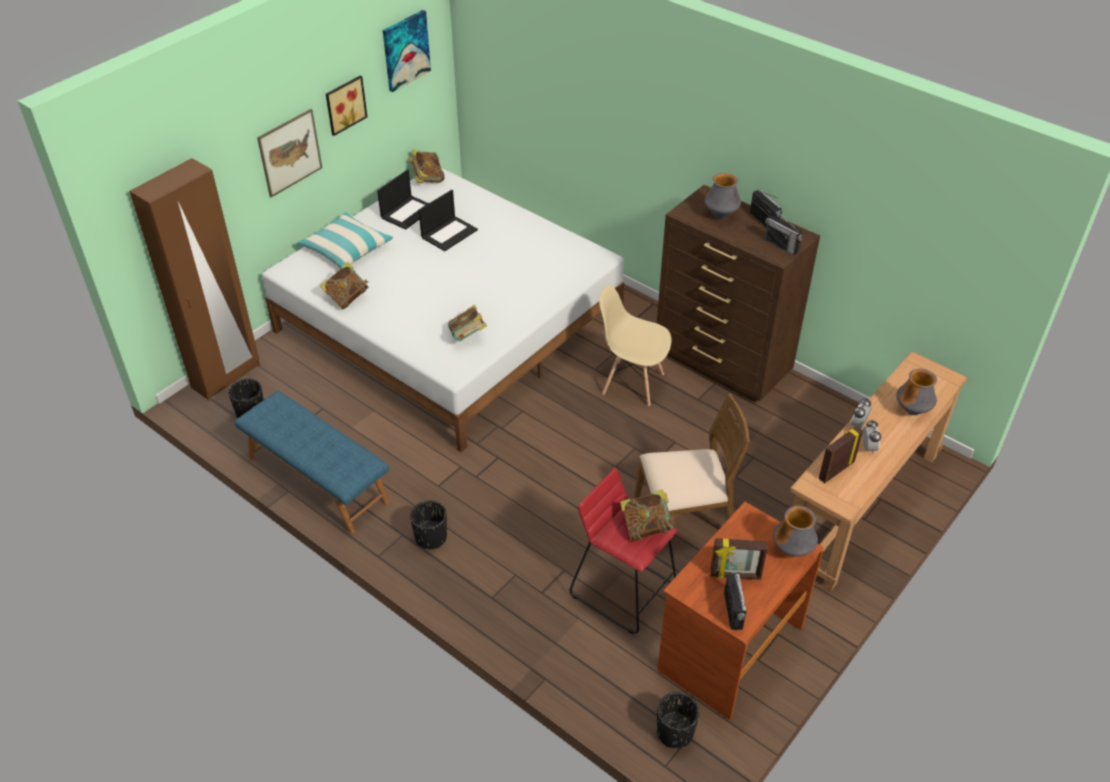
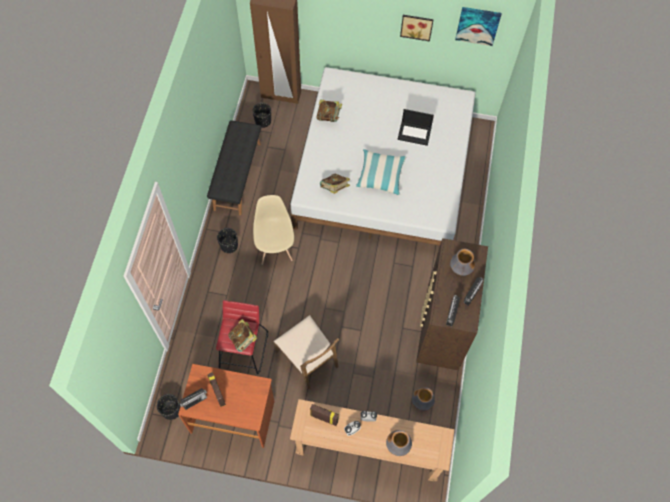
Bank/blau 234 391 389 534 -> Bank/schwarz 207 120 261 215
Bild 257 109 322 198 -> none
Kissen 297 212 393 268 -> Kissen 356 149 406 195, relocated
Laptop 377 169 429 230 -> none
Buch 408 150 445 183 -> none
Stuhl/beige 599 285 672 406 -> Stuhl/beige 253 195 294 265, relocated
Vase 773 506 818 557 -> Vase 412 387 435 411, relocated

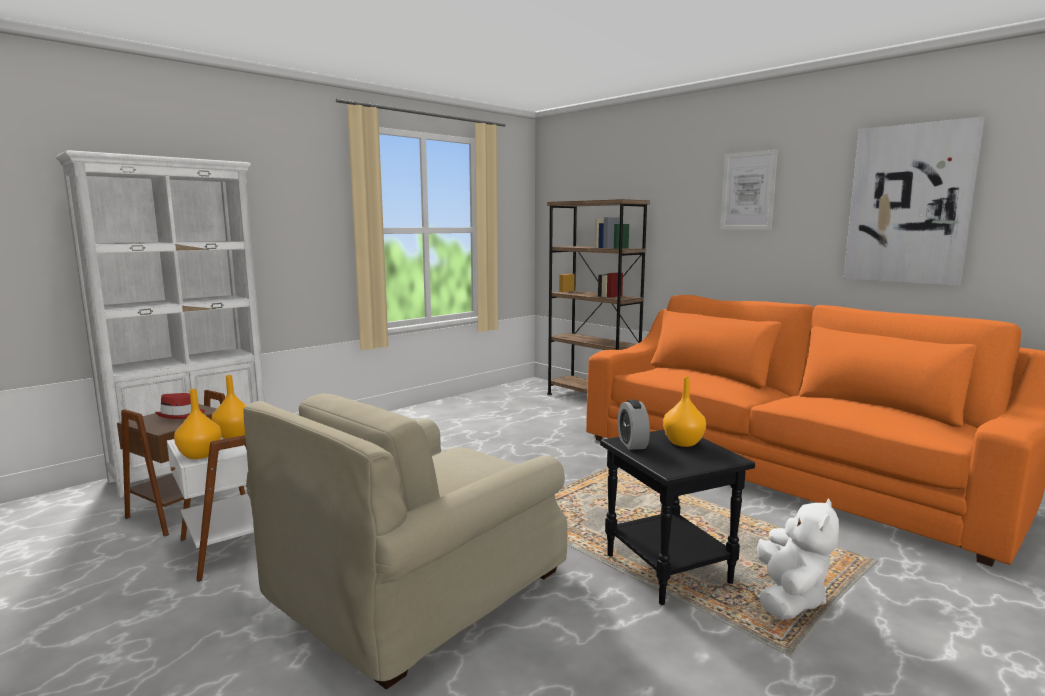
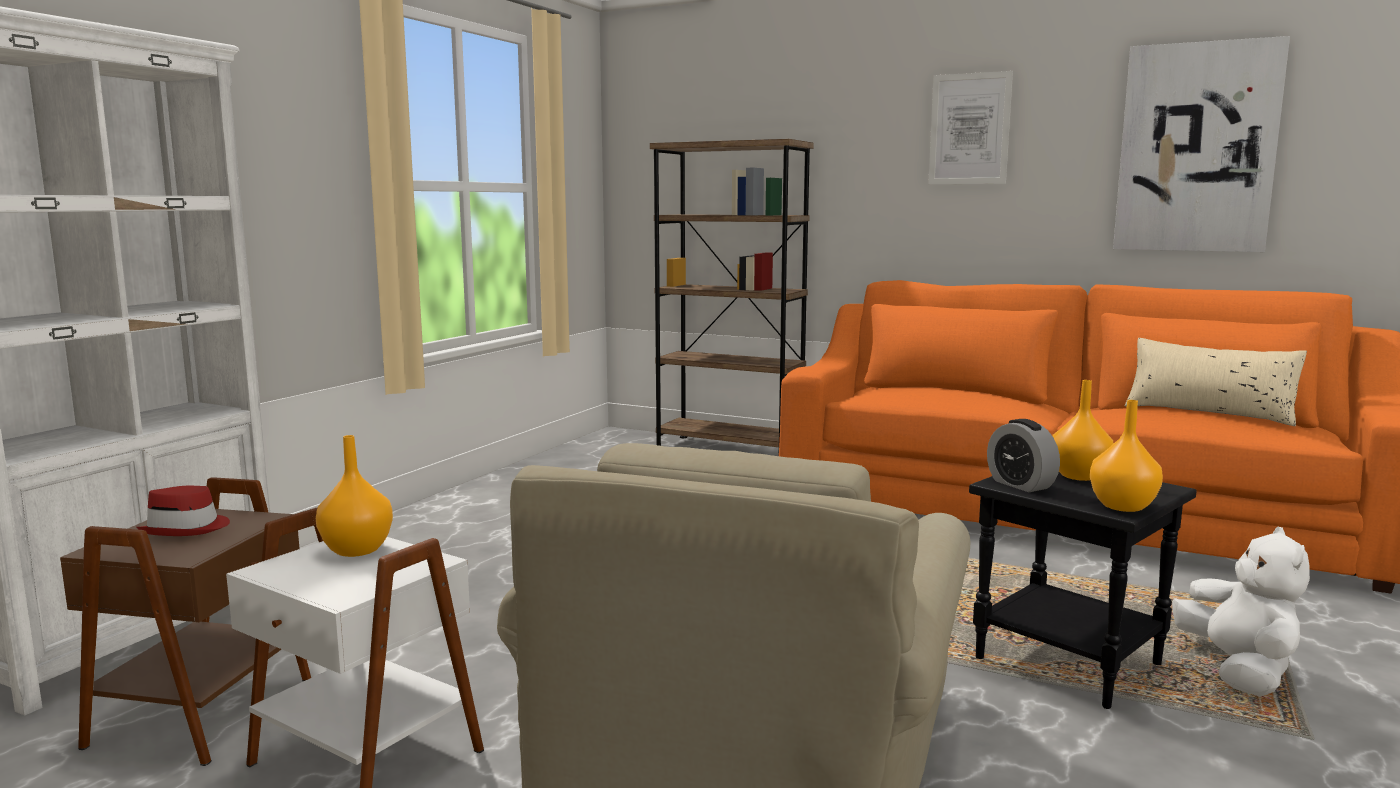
Vase/orange 174 389 222 459 -> Vase/orange 1090 400 1163 512, relocated
none -> Kissen/beige 1124 338 1307 426

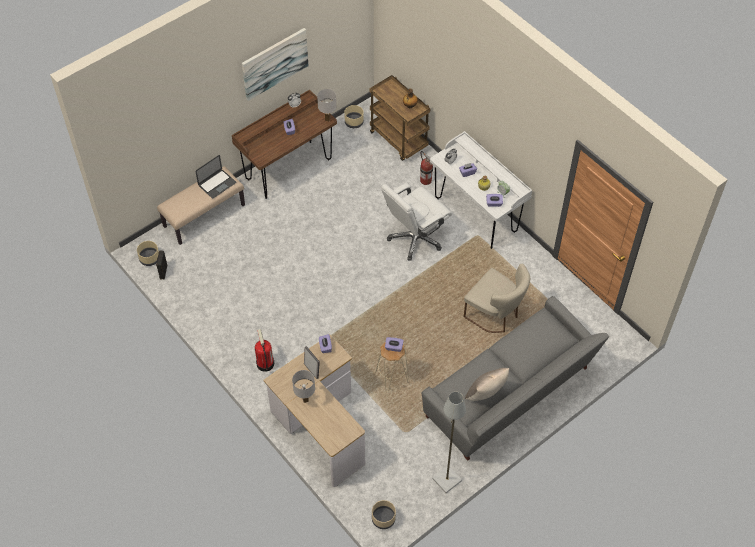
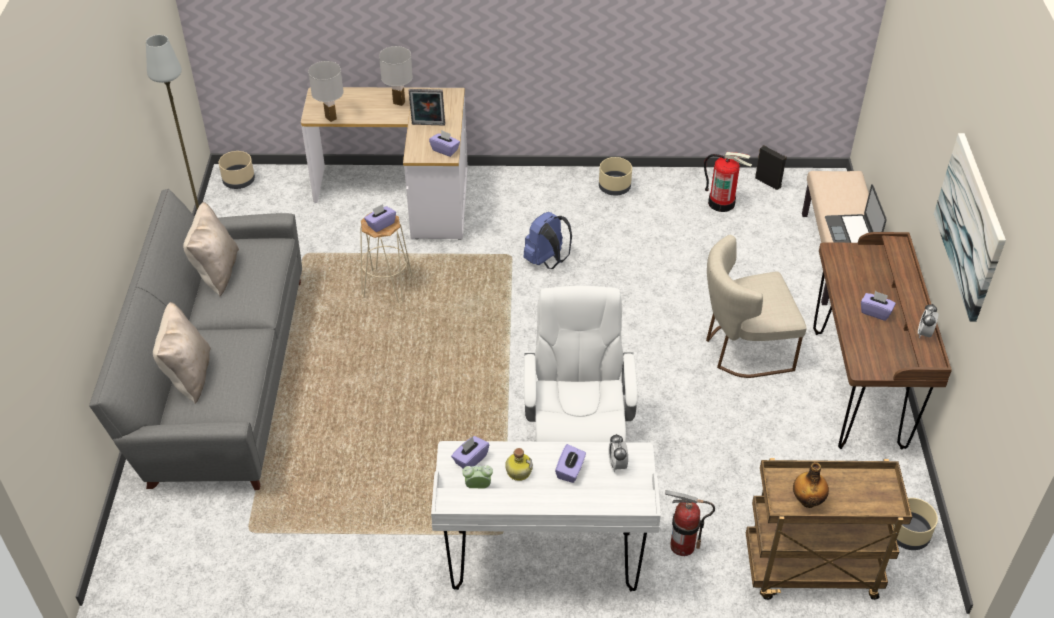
Pflanzkübel/beige 137 241 159 266 -> Pflanzkübel/beige 599 157 632 196, relocated
Feuerlöscher 255 329 274 372 -> Feuerlöscher 704 152 752 212, relocated
Tischlampe/weiß 317 89 337 121 -> Tischlampe/weiß 308 61 344 122, relocated
Stuhl/beige 464 263 530 333 -> Stuhl/beige 706 235 807 378, relocated
none -> Kissen/beige 153 302 211 404
none -> Rucksack/blau 523 212 572 269

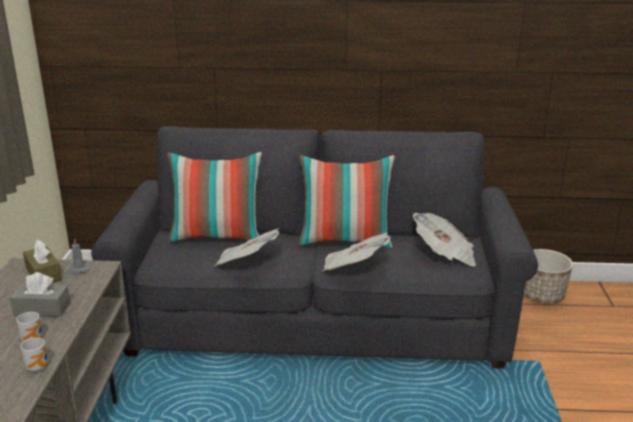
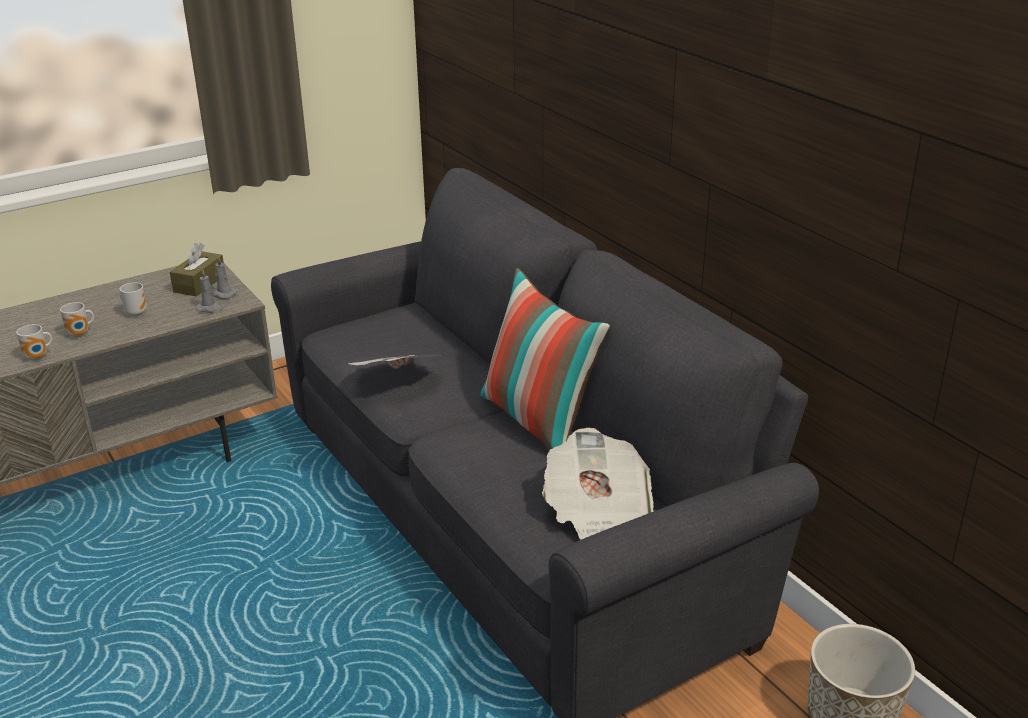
Taschentuchbox/grau 10 272 70 317 -> Henkelbecher 120 282 147 316
Kissen 167 152 262 242 -> none
Zeitung 322 233 390 271 -> none
none -> Kerze/grau 196 270 223 313

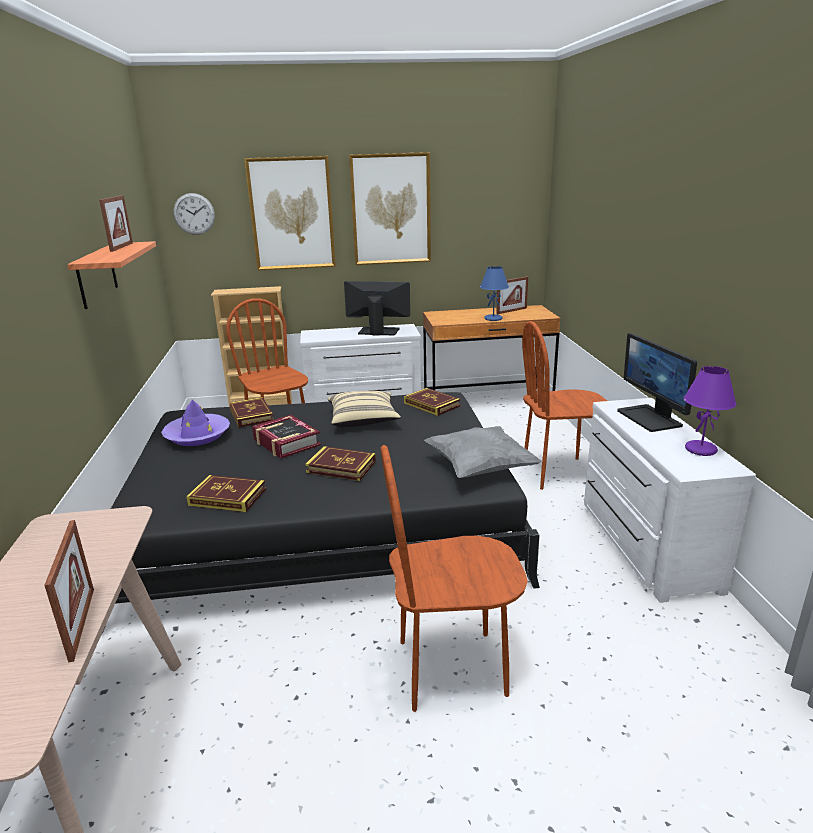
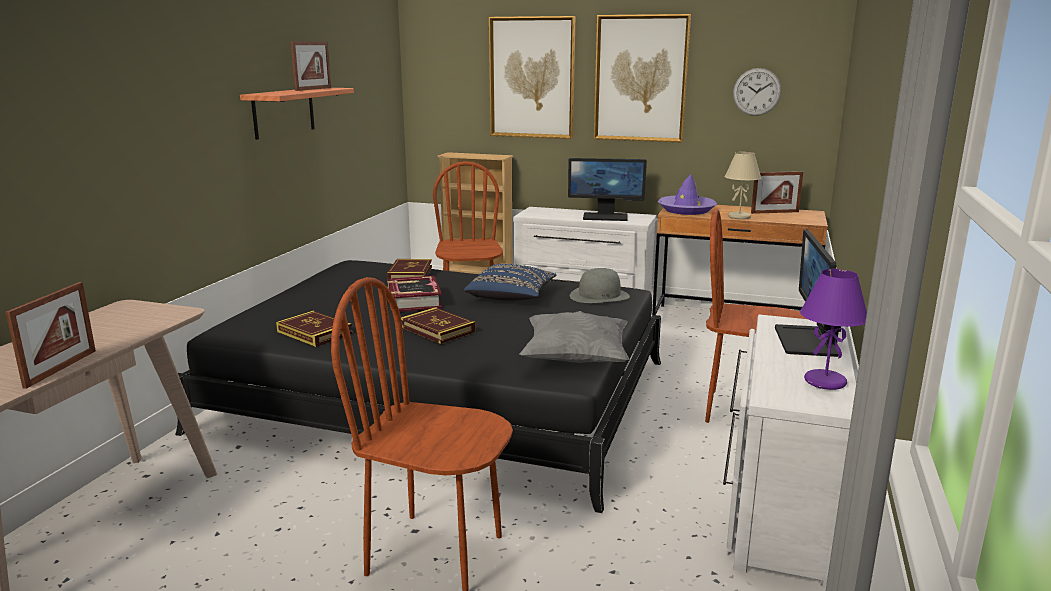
Hut/lila 161 399 230 446 -> Hut/lila 658 174 717 215, relocated
Wanduhr 173 193 215 235 -> Wanduhr 733 68 781 116, relocated
Kissen/beige 328 391 401 428 -> Kissen/blau 464 264 557 301
Monitor 344 281 410 336 -> Monitor 568 158 647 221, 150 degrees clockwise
Buch 404 388 460 416 -> Hut/grau 570 268 630 303
Tischlampe/blau 480 266 509 321 -> Tischlampe/beige 725 152 761 219

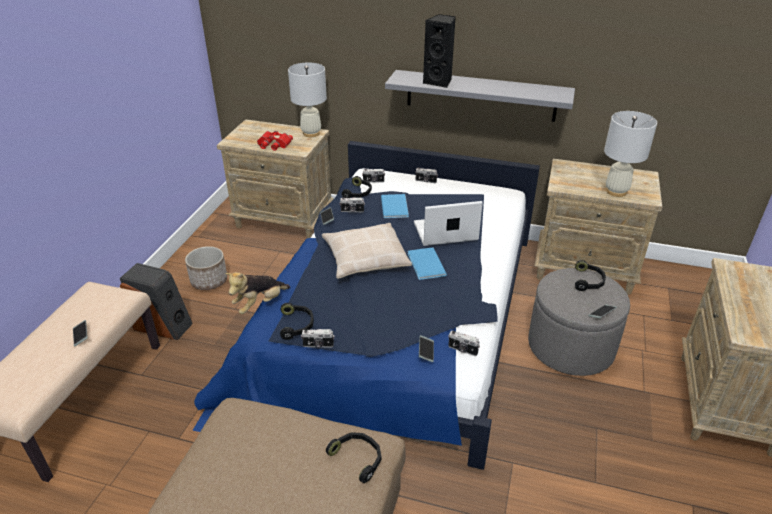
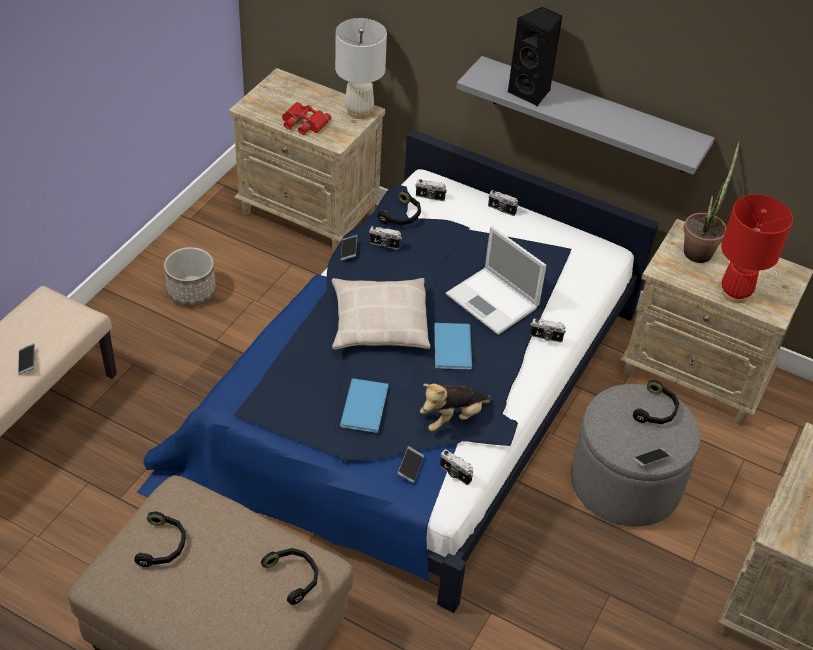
Lautsprecher 120 263 193 340 -> none
Plüschtier 225 272 290 314 -> Plüschtier 420 384 493 431, relocated
Kopfhörer/schwarz 280 303 314 340 -> Kopfhörer/schwarz 134 511 186 567, relocated
Kamera 301 329 334 348 -> Kamera 530 318 566 343, relocated
Buch/blau 381 194 409 218 -> Buch/blau 340 379 388 433, relocated
Laptop 414 201 483 246 -> Laptop 446 226 546 335, 135 degrees counterclockwise
Tischlampe/weiß 604 111 657 197 -> Tischlampe/rot 721 194 793 303
none -> Topfpflanze 683 141 739 263

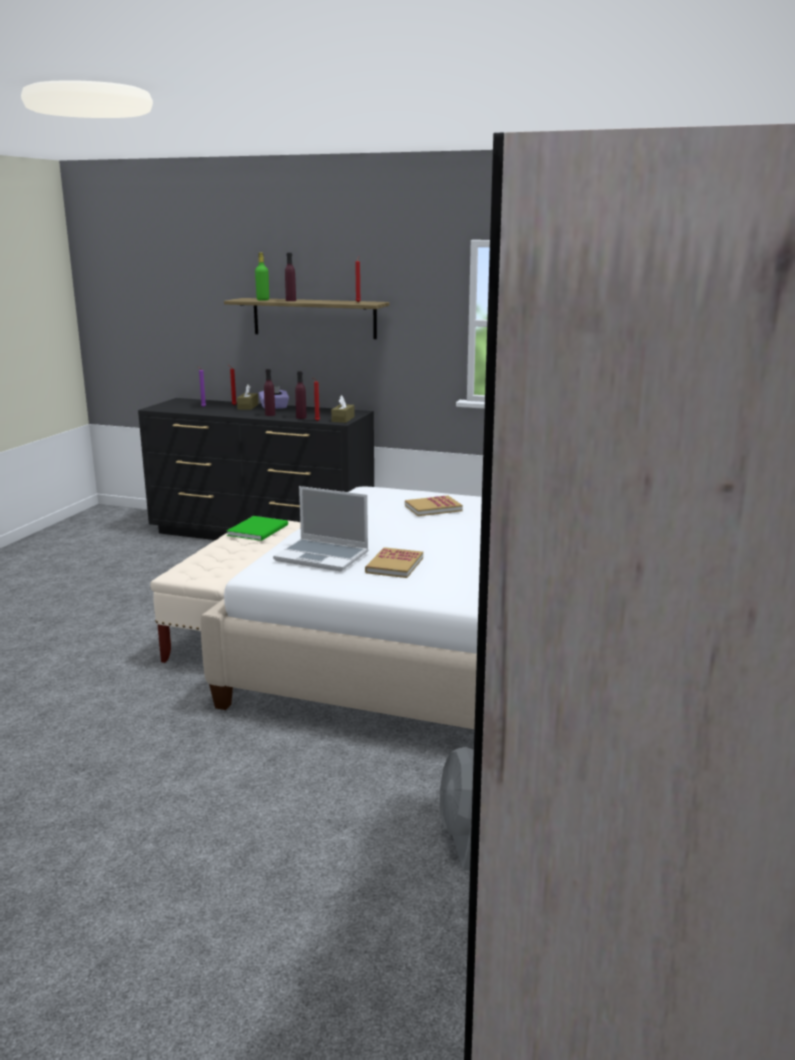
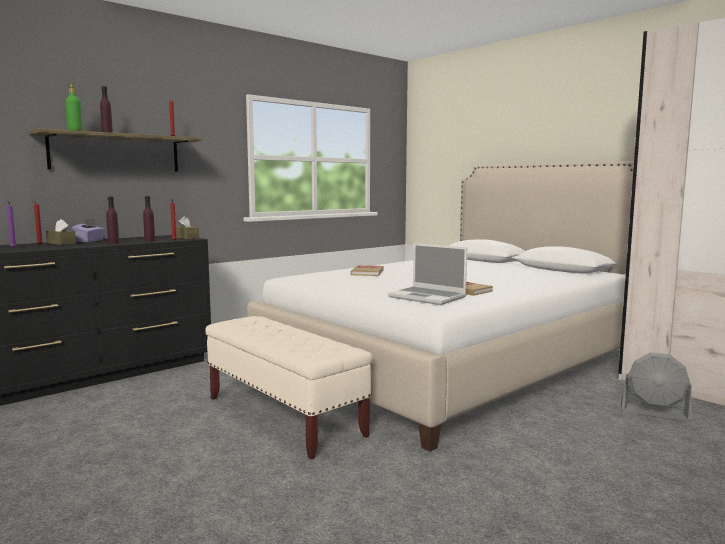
Buch/grün 227 516 288 541 -> none
Laptop 273 486 369 572 -> Laptop 388 243 467 305, 75 degrees clockwise

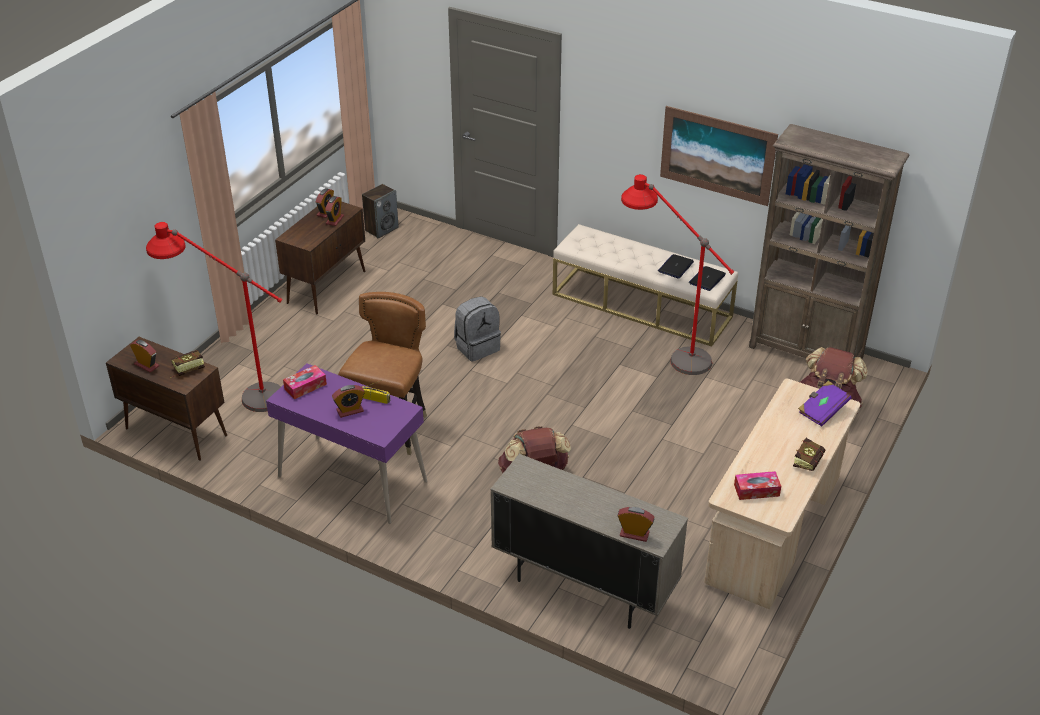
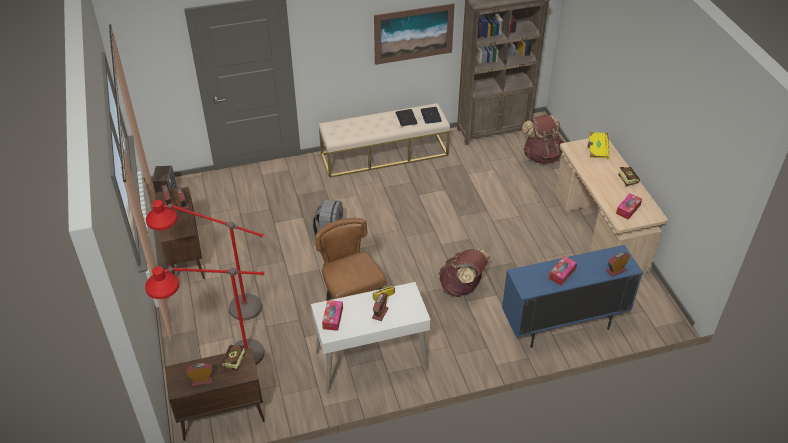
Schreibtisch/lila 266 363 427 524 -> Schreibtisch/weiß 311 282 431 393
Schrank/beige 490 454 688 629 -> Schrank/blau 502 245 643 348
Stehlampe/rot 621 174 734 375 -> Stehlampe/rot 146 200 264 320, relocated
Buch/lila 798 381 851 427 -> Buch/gelb 588 132 609 158
none -> Taschentuchbox 549 256 577 286

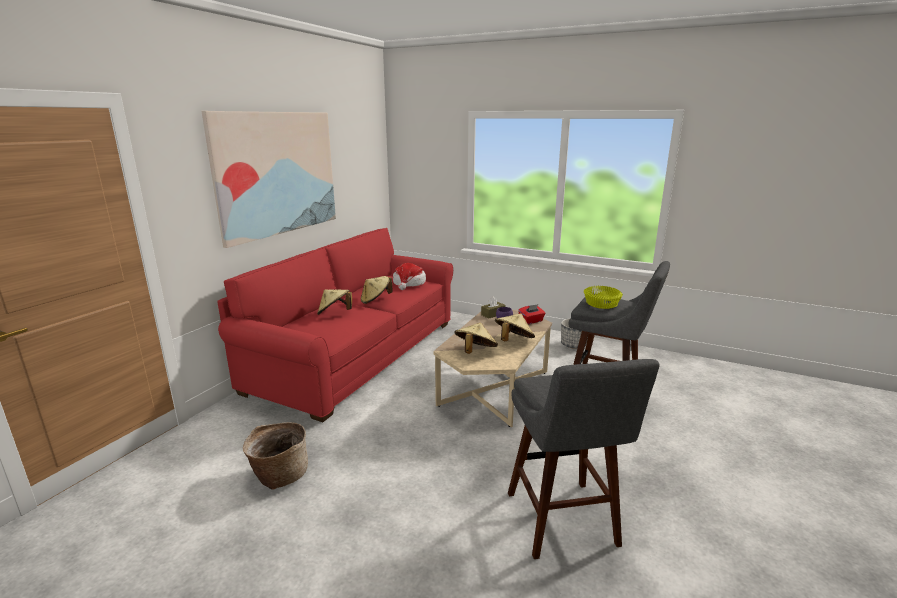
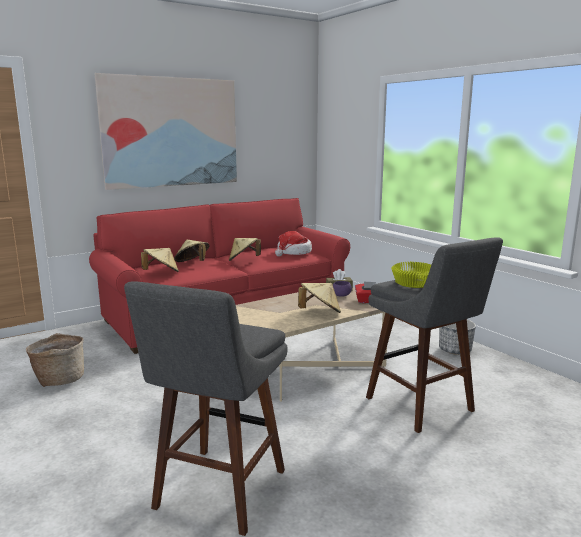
Hut/beige 454 323 498 354 -> Hut/beige 141 248 179 272, relocated

